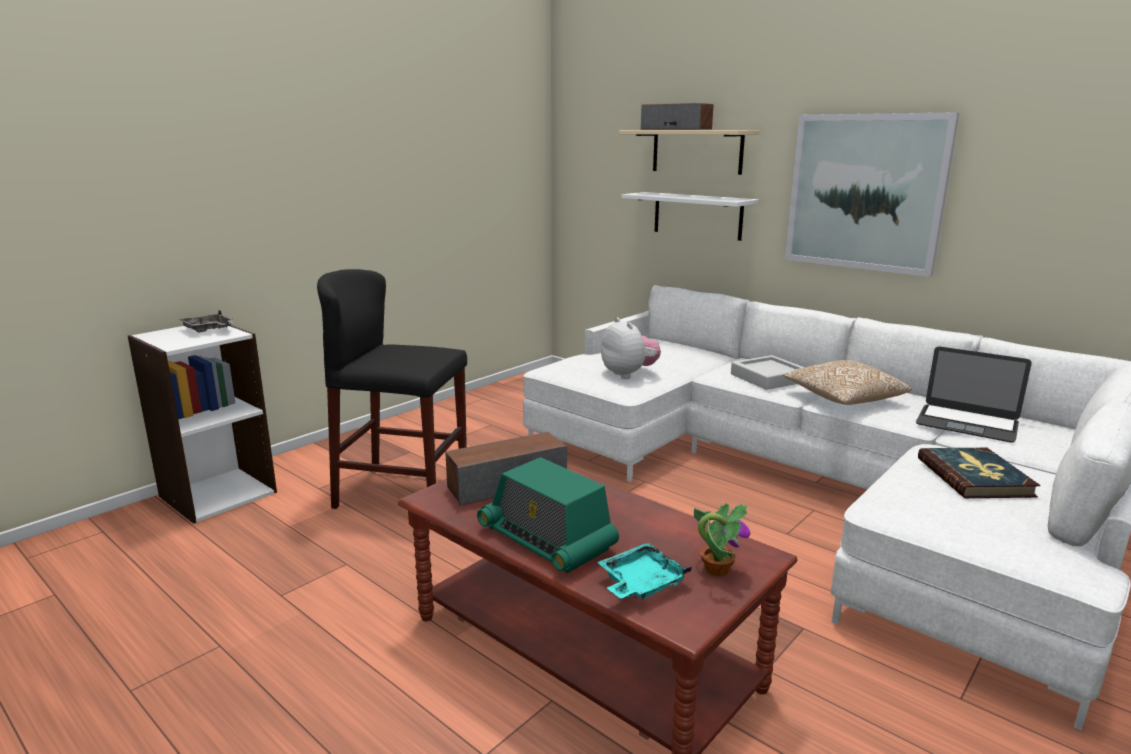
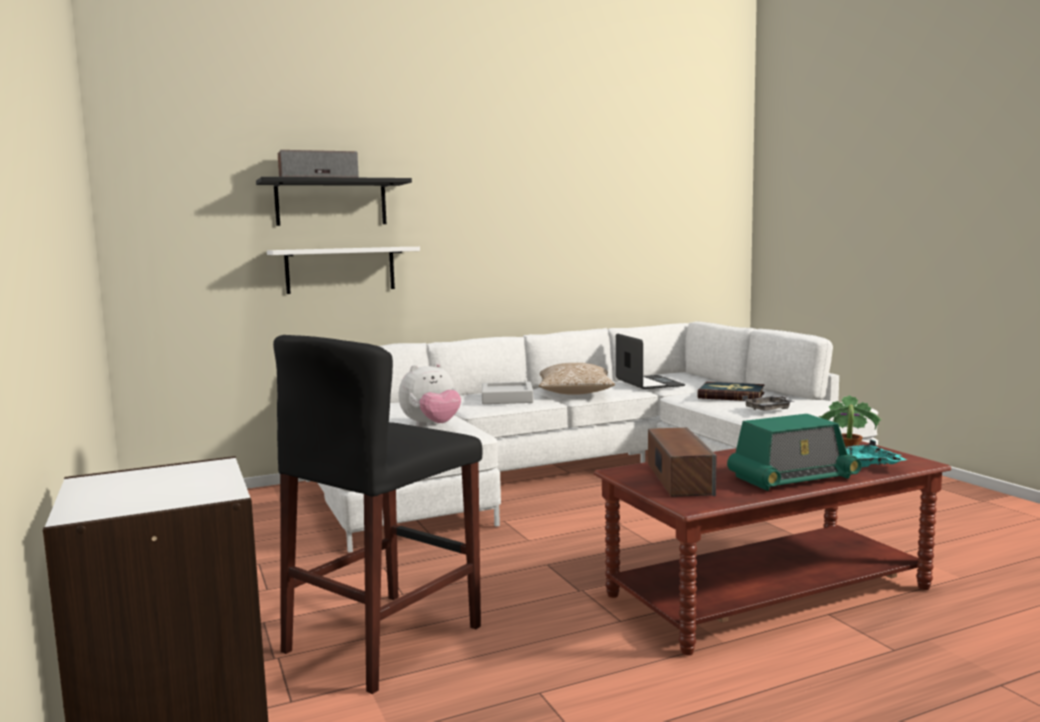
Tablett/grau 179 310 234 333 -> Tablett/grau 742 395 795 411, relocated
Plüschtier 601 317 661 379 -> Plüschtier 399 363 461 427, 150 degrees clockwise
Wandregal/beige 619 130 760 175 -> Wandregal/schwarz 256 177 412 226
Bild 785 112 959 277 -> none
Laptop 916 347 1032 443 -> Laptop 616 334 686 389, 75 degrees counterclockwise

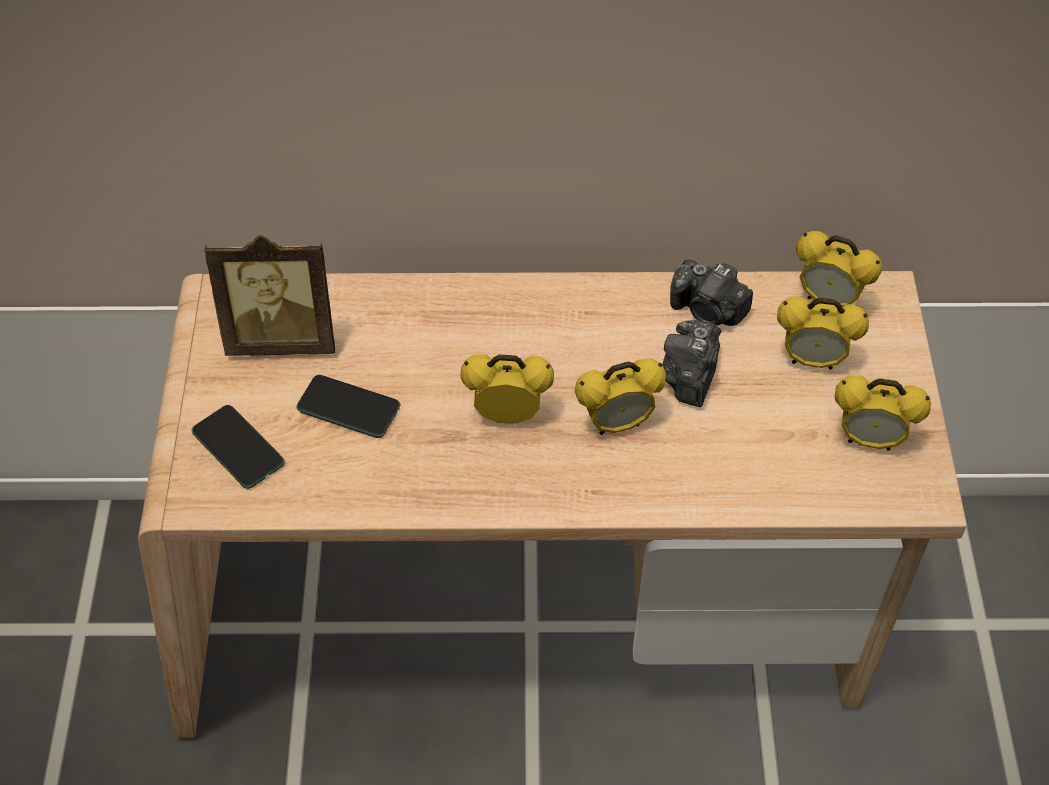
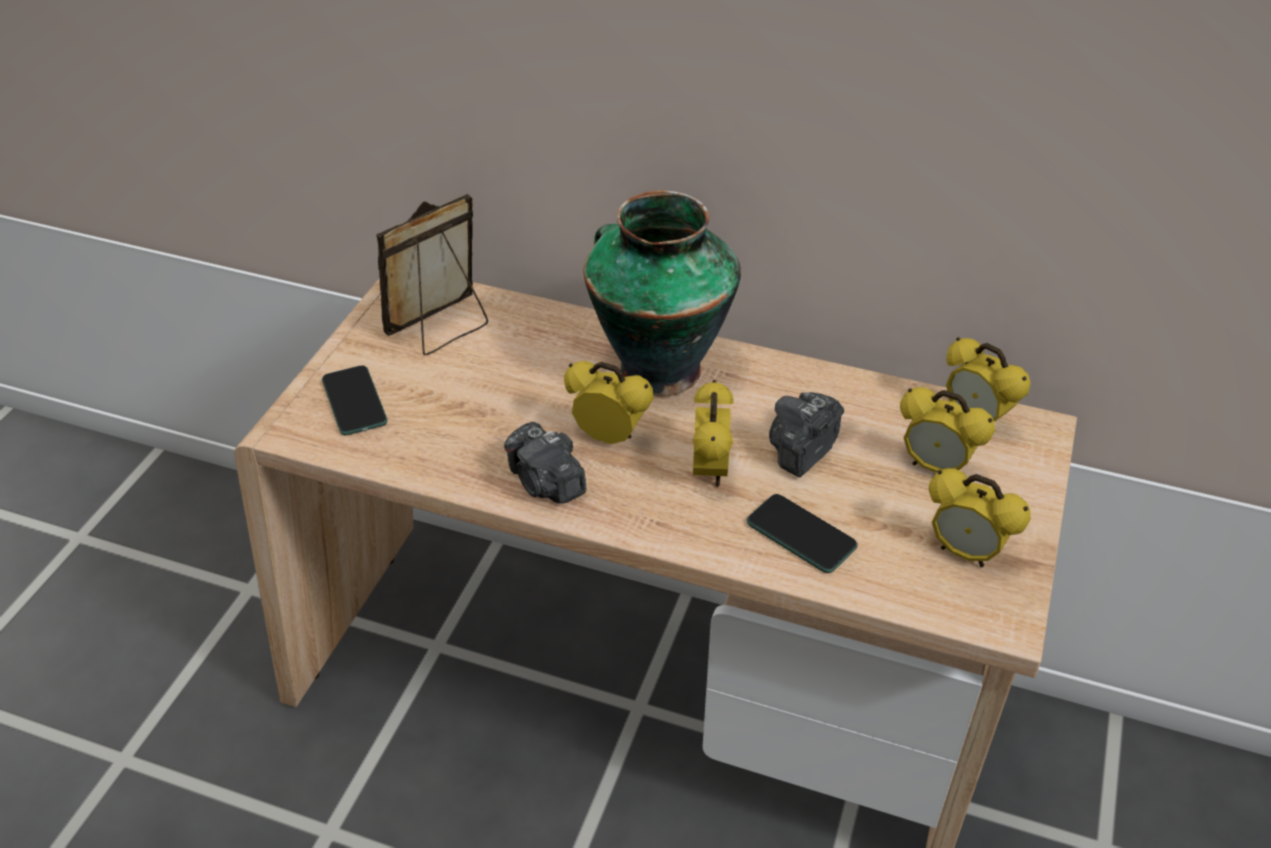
Bilderrahmen 205 235 335 356 -> Bilderrahmen 376 194 488 355, 120 degrees clockwise
Handy 297 375 400 438 -> Handy 747 494 858 573, relocated
Wecker 575 358 666 435 -> Wecker 693 380 734 487, 90 degrees counterclockwise
Kamera 670 260 753 326 -> Kamera 504 422 586 504, relocated
none -> Vase 583 191 741 396

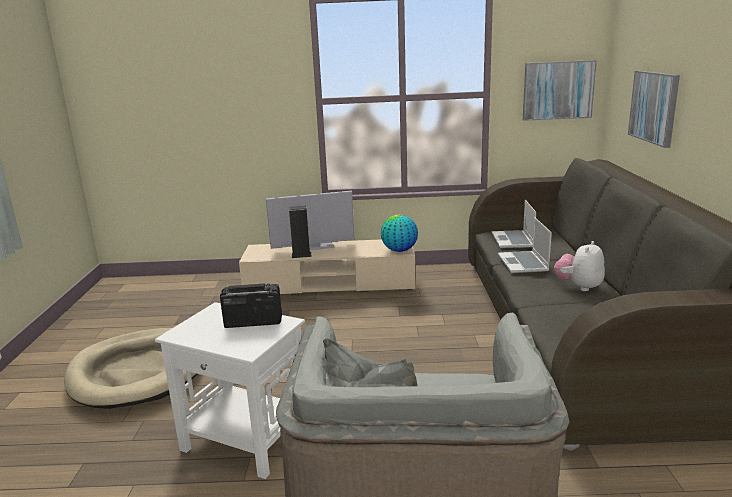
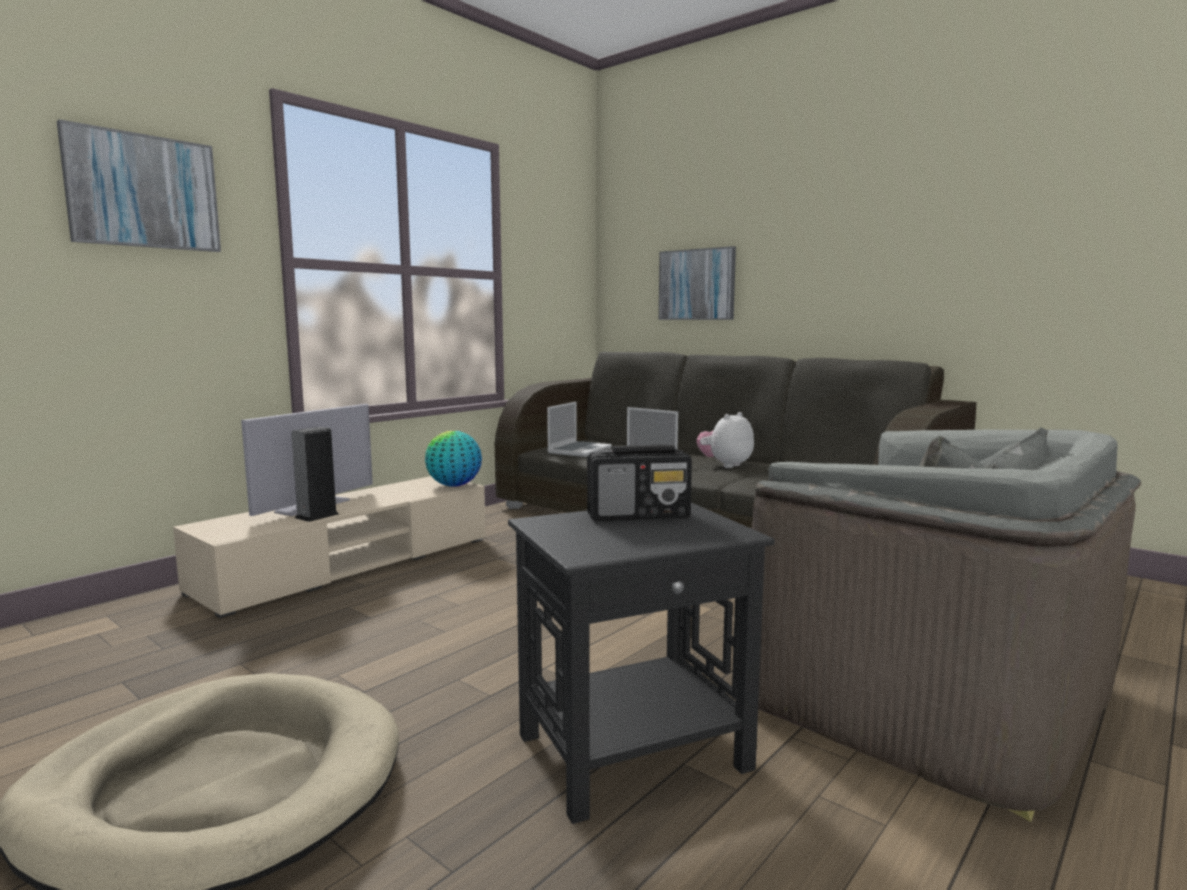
Beistelltisch/weiß 155 302 305 479 -> Beistelltisch/schwarz 508 503 775 824
Radio 220 283 282 328 -> Radio 587 444 692 522, 135 degrees counterclockwise
Laptop 492 200 536 248 -> Laptop 547 402 612 457, 105 degrees counterclockwise
Bild 523 60 597 121 -> Bild 57 119 221 252, relocated
Plüschtier 554 241 605 291 -> Plüschtier 697 412 754 468, 60 degrees clockwise

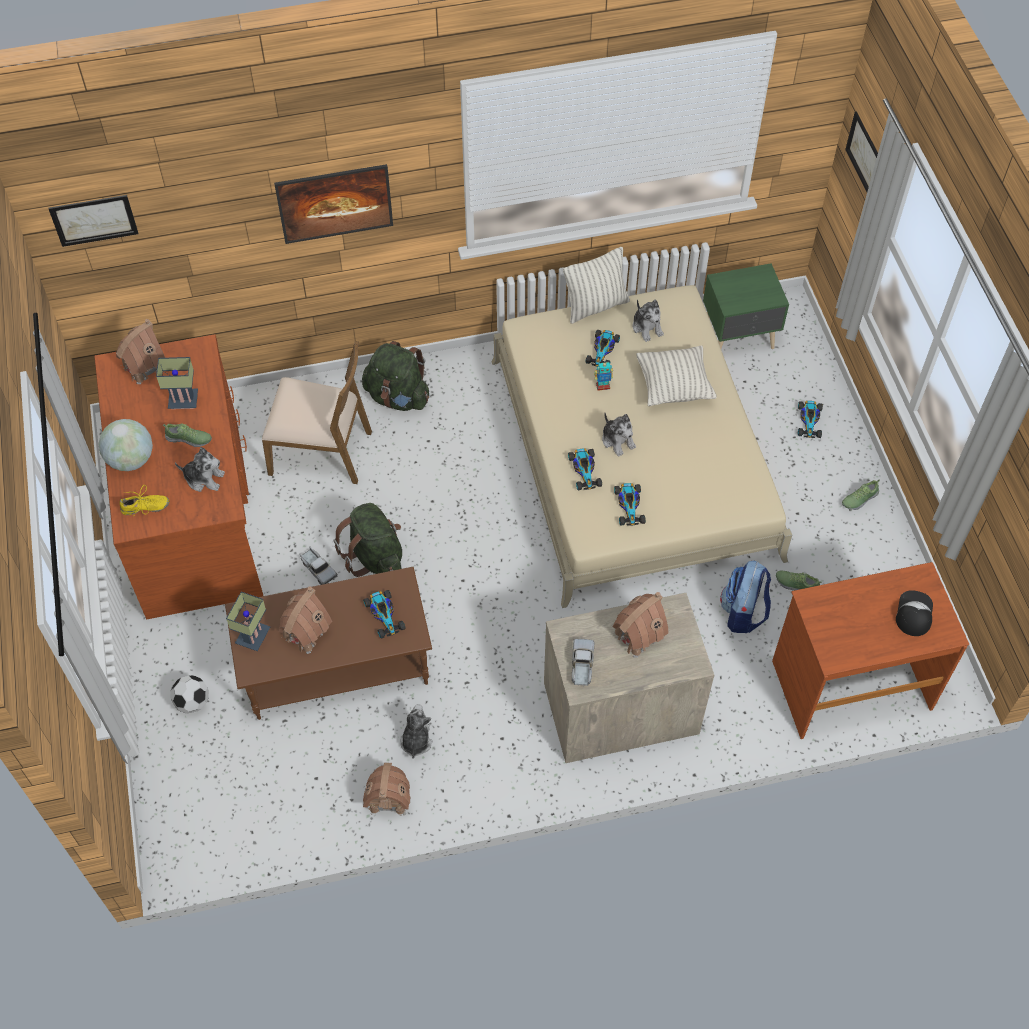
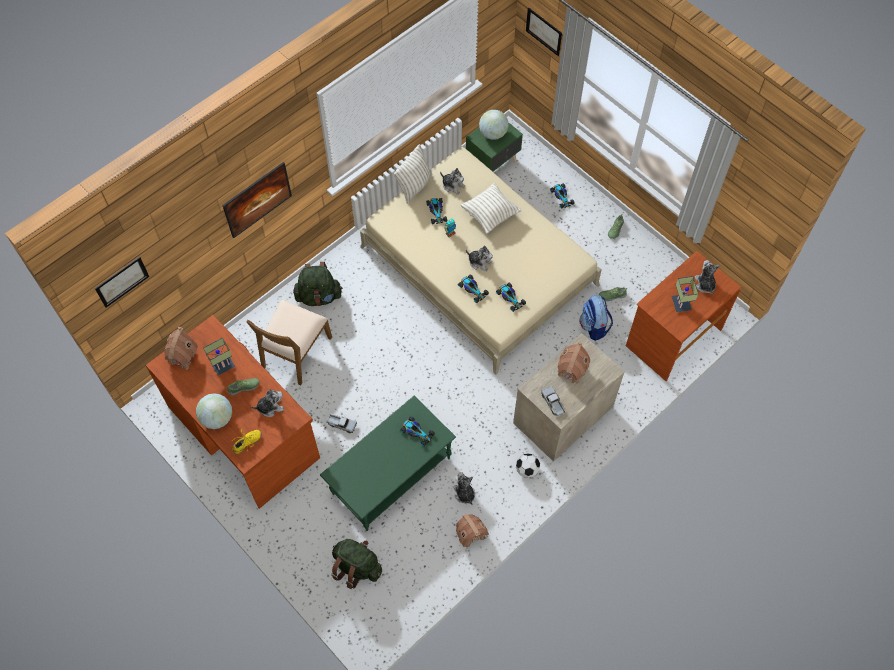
Fußball 170 675 209 713 -> Fußball 516 453 540 478, relocated
Couchtisch/braun 225 567 432 720 -> Couchtisch/grün 320 396 456 531
Tischlampe 226 592 270 651 -> Tischlampe 672 276 698 312, relocated
Stuhl/braun 262 341 372 484 -> Stuhl/braun 247 300 332 385, 135 degrees clockwise
Spielzeughaus 279 586 332 654 -> none
Rucksack/grün 333 503 402 577 -> Rucksack/grün 331 539 382 589, relocated
Kappe 896 590 933 636 -> Plüschtier 695 260 720 294
none -> Globus 479 110 509 140

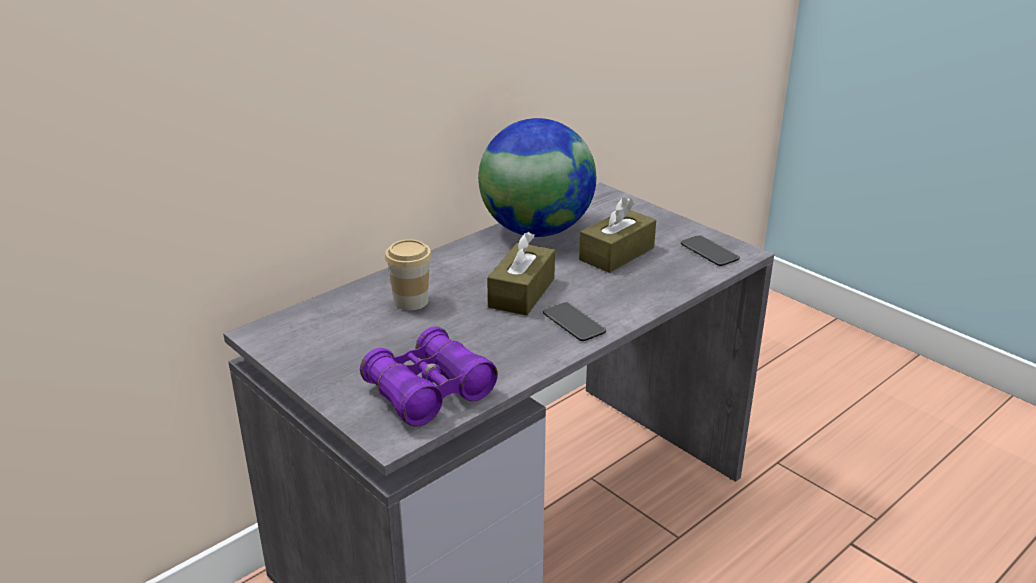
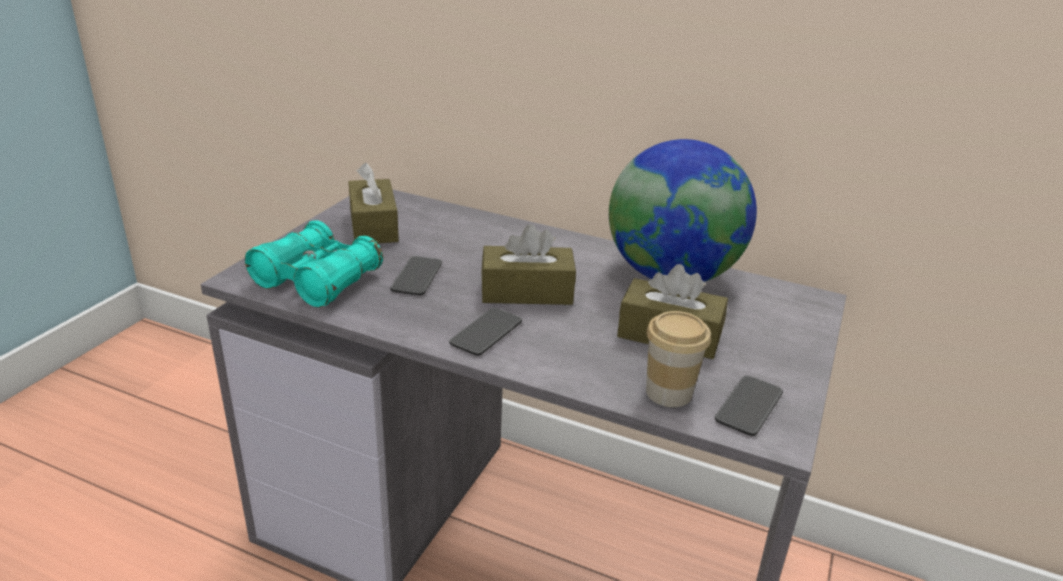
Fernglas/lila 360 326 498 427 -> Fernglas/türkis 245 220 383 307
Tasse 385 239 432 310 -> Tasse 646 311 711 407, relocated
none -> Taschentuchbox/braun 348 162 399 243
none -> Handy 390 256 442 295

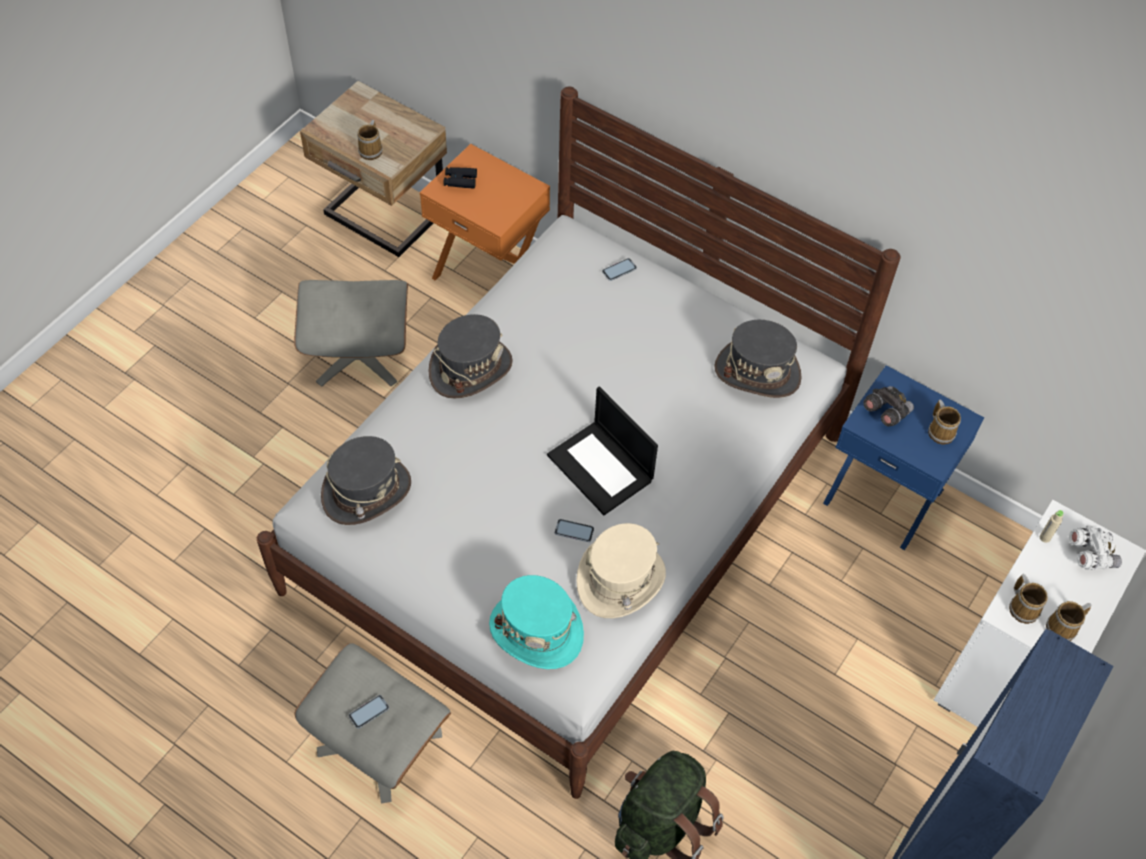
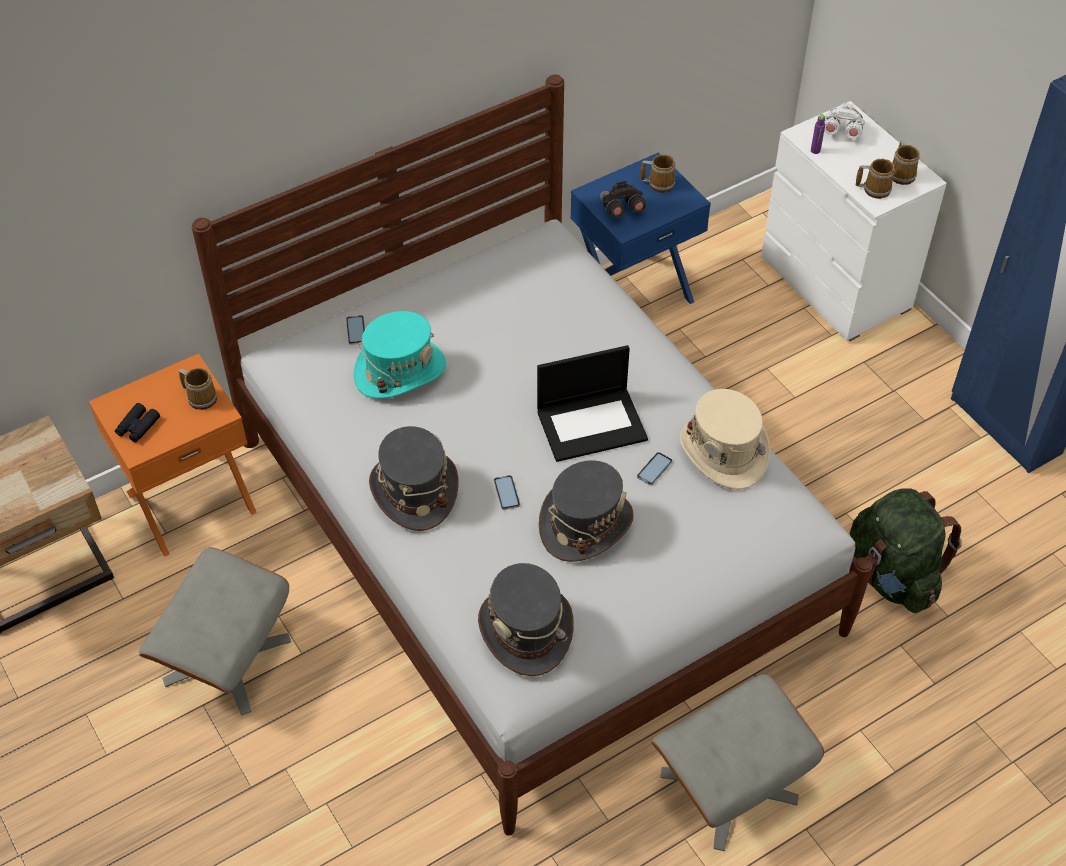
Handy 349 695 389 729 -> Handy 494 475 520 510, relocated
Henkelbecher 357 120 383 160 -> Henkelbecher 179 368 217 410, relocated
Hut/türkis 489 575 584 669 -> Hut/türkis 354 311 446 399, relocated
Hut/grau 714 320 802 398 -> Hut/grau 539 460 634 562, relocated
Flasche/beige 1040 510 1063 543 -> Flasche/lila 811 114 825 154

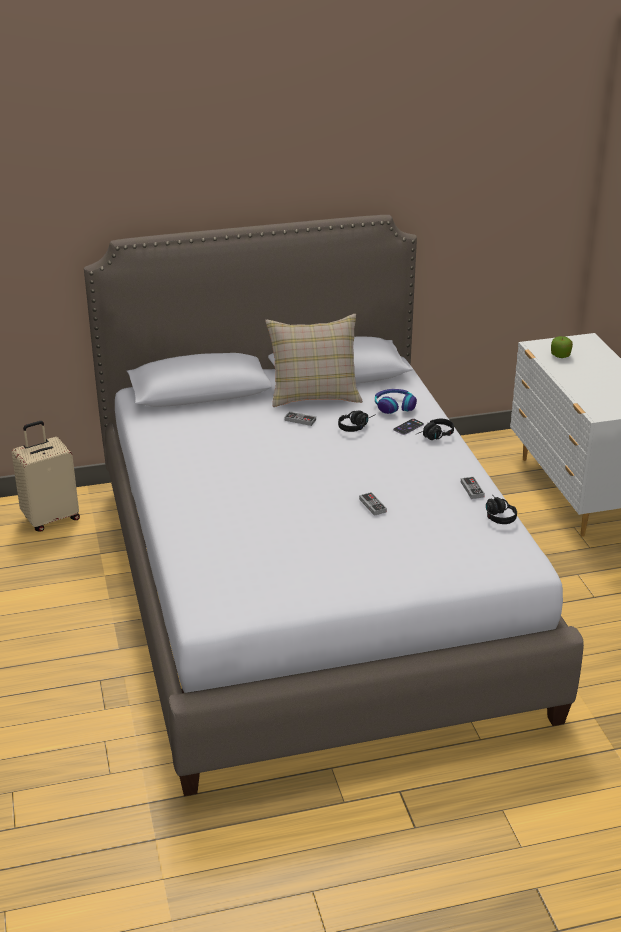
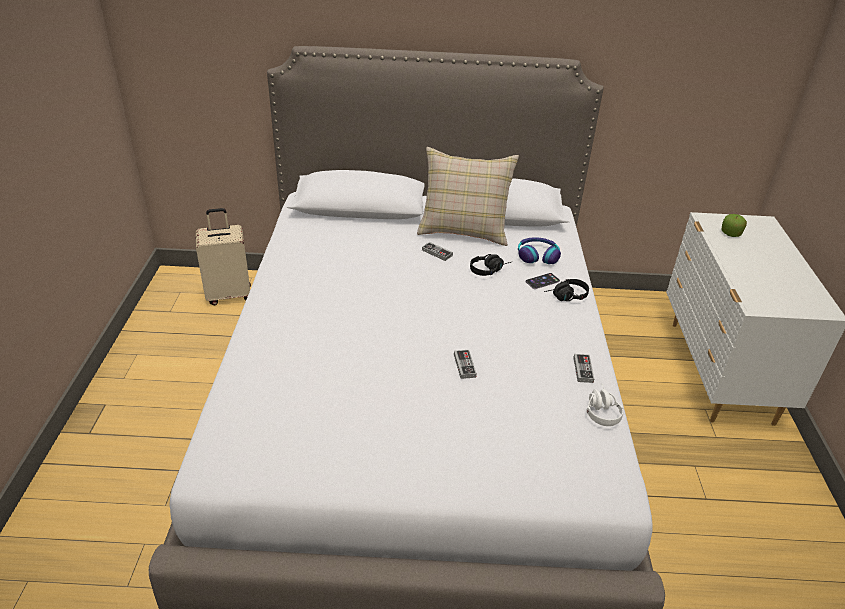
Kopfhörer/schwarz 486 495 517 524 -> Kopfhörer/weiß 586 384 623 426

